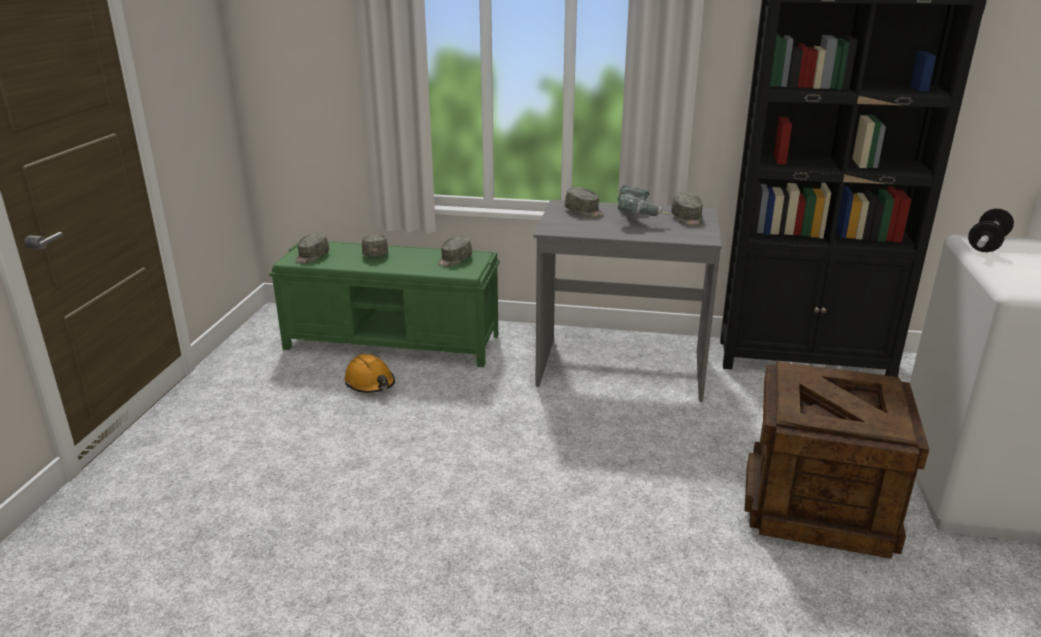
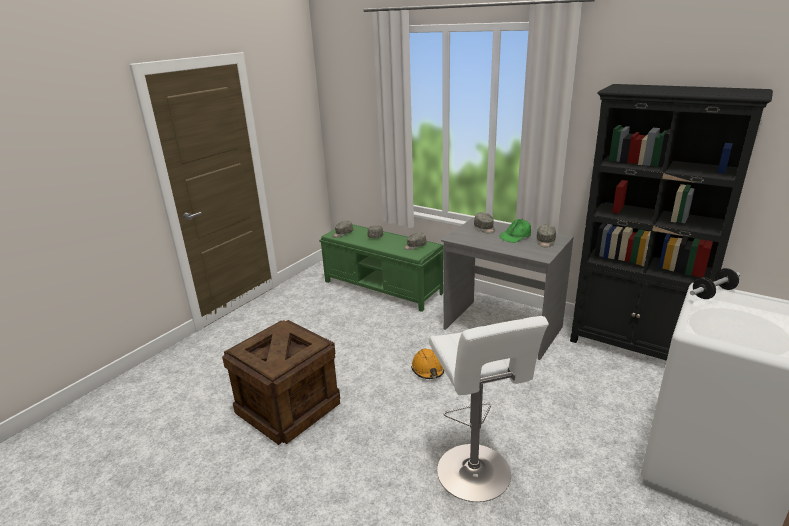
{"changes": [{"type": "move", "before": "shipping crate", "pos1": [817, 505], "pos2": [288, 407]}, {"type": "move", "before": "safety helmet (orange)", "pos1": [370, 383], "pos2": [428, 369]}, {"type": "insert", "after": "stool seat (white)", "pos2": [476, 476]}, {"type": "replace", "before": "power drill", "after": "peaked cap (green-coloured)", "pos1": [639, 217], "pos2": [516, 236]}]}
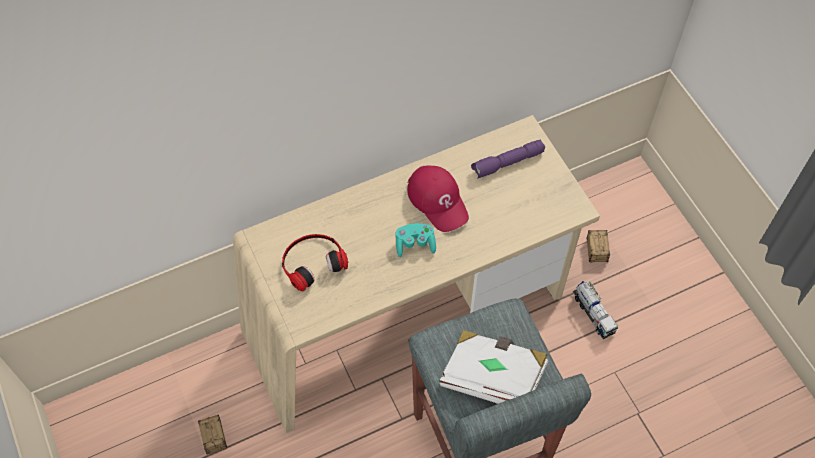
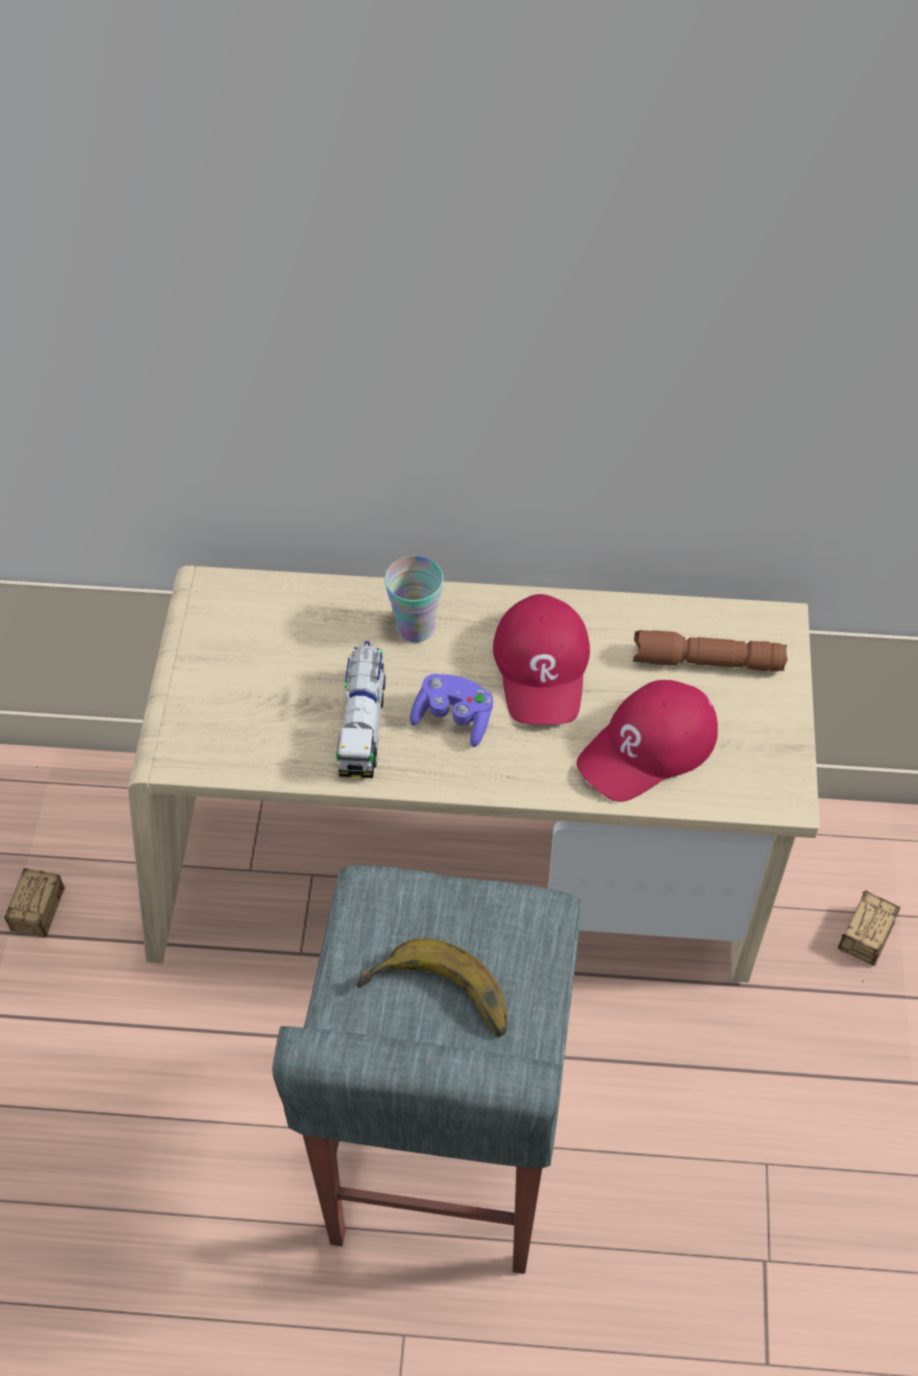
{"changes": [{"type": "move", "before": "toy truck", "pos1": [593, 314], "pos2": [363, 725]}, {"type": "replace", "before": "volume (white)", "after": "whole banana", "pos1": [492, 376], "pos2": [436, 1003]}, {"type": "insert", "after": "cup", "pos2": [415, 628]}, {"type": "recolor", "before": "joypad (blue-green)", "after": "joypad (purple)", "pos1": [415, 244], "pos2": [453, 718]}, {"type": "insert", "after": "peaked cap (reddish)", "pos2": [648, 747]}, {"type": "recolor", "before": "hand torch (purple)", "after": "hand torch (brown)", "pos1": [507, 163], "pos2": [706, 662]}, {"type": "delete", "before": "pair of headphones", "pos1": [312, 262]}]}
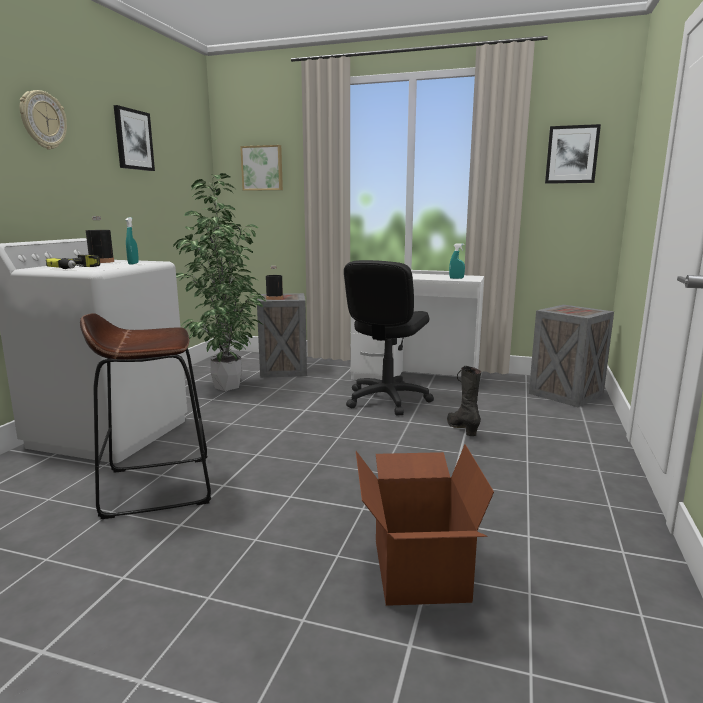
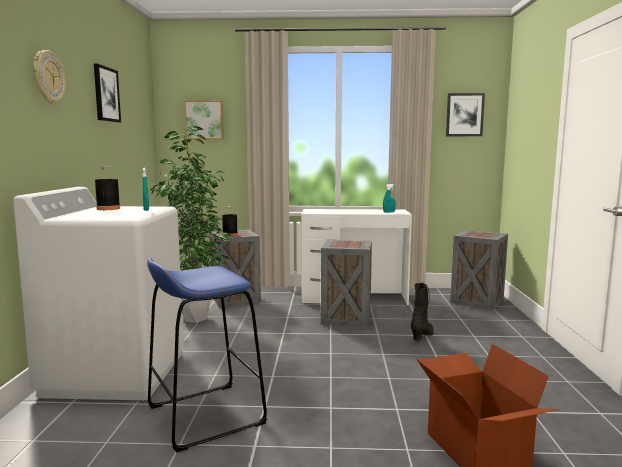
{"changes": [{"type": "recolor", "before": "stool seat (brown)", "after": "stool seat (blue)", "pos1": [158, 486], "pos2": [205, 415]}, {"type": "replace", "before": "desk chair (blackish)", "after": "shipping crate", "pos1": [386, 400], "pos2": [345, 318]}, {"type": "rotate", "before": "tall boot (blackish)", "pos1": [462, 429], "pos2": [423, 336], "turn": 60}, {"type": "delete", "before": "power drill", "pos1": [82, 268]}]}
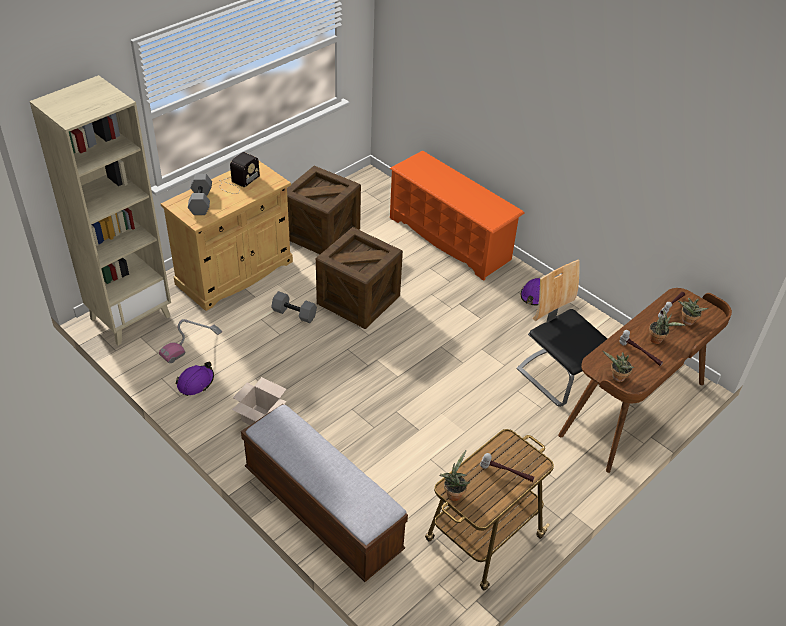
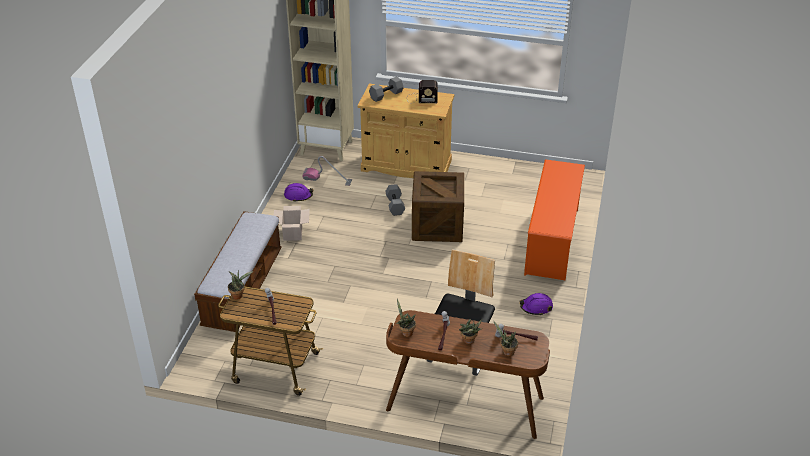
{"changes": [{"type": "delete", "before": "shipping crate", "pos1": [321, 233]}]}
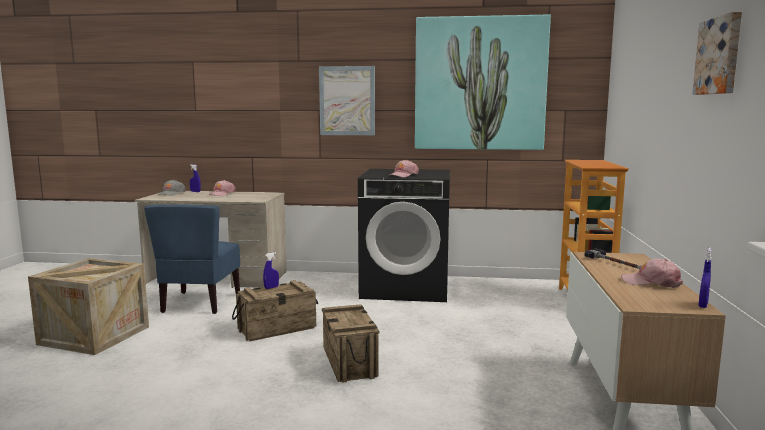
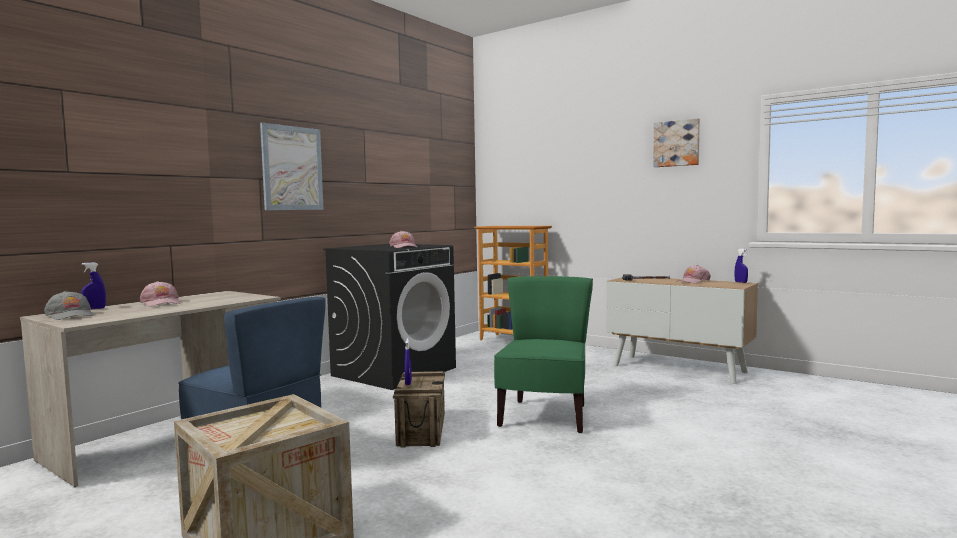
{"changes": [{"type": "replace", "before": "shipping crate", "after": "upright chair (green-coloured)", "pos1": [350, 362], "pos2": [545, 416]}, {"type": "delete", "before": "wall picture", "pos1": [480, 84]}]}
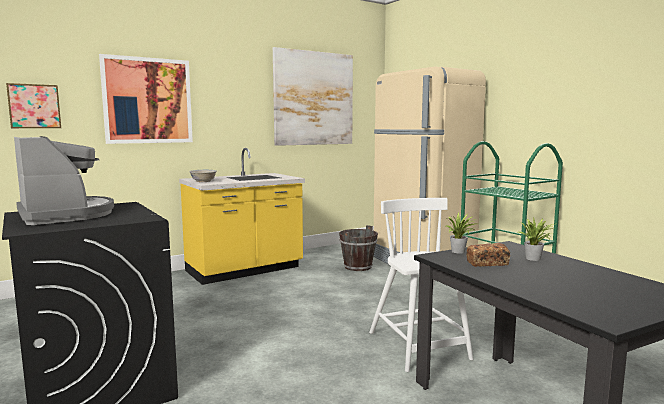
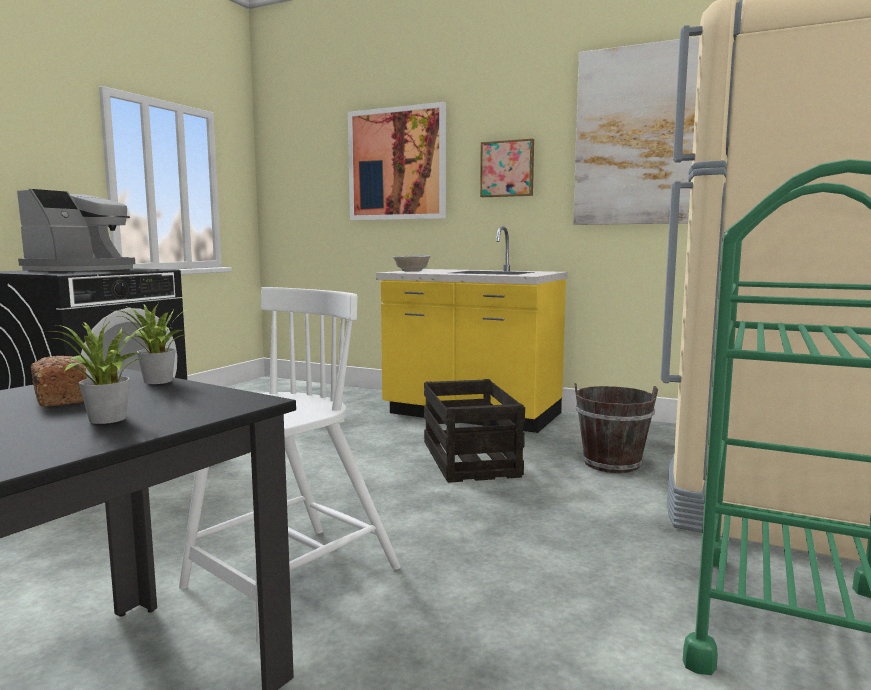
{"changes": [{"type": "insert", "after": "shipping crate", "pos2": [469, 458]}, {"type": "move", "before": "wall picture", "pos1": [34, 106], "pos2": [507, 169]}]}
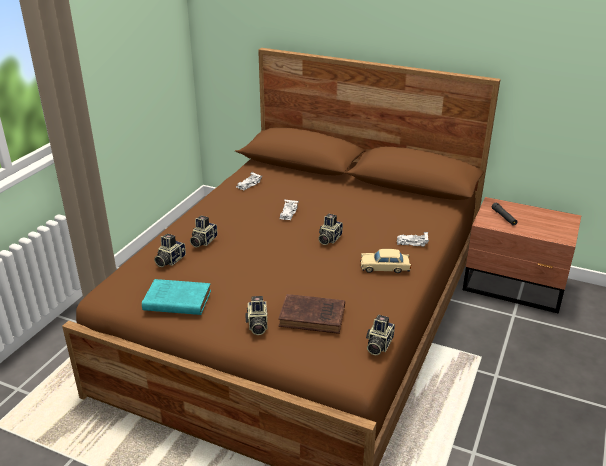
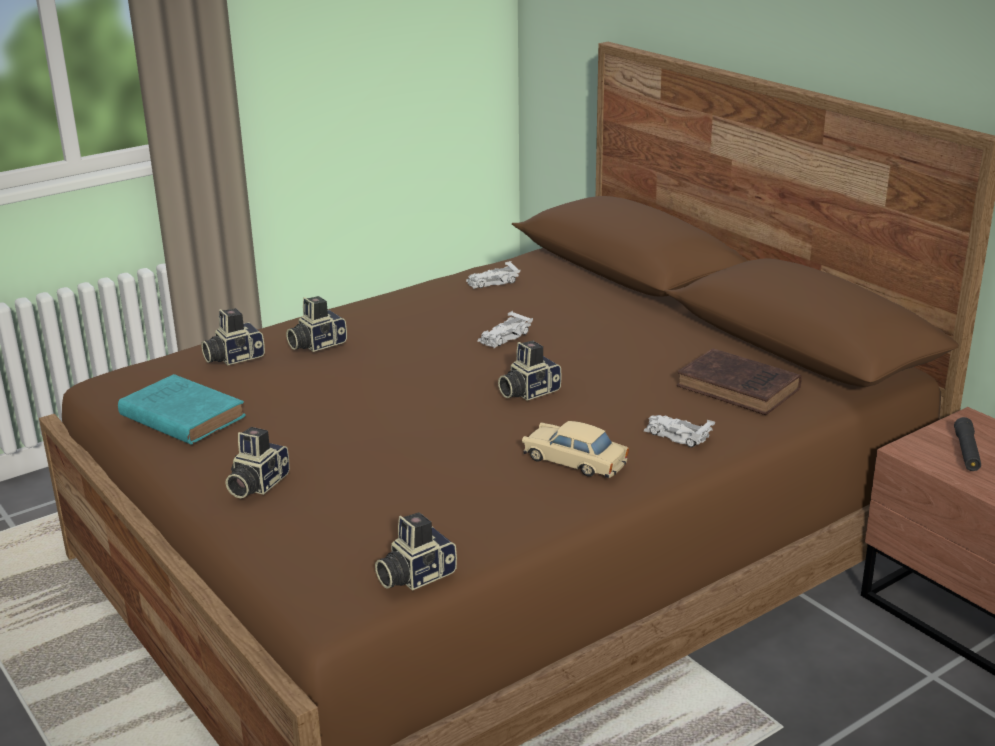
{"changes": [{"type": "move", "before": "volume (brown)", "pos1": [314, 317], "pos2": [741, 389]}]}
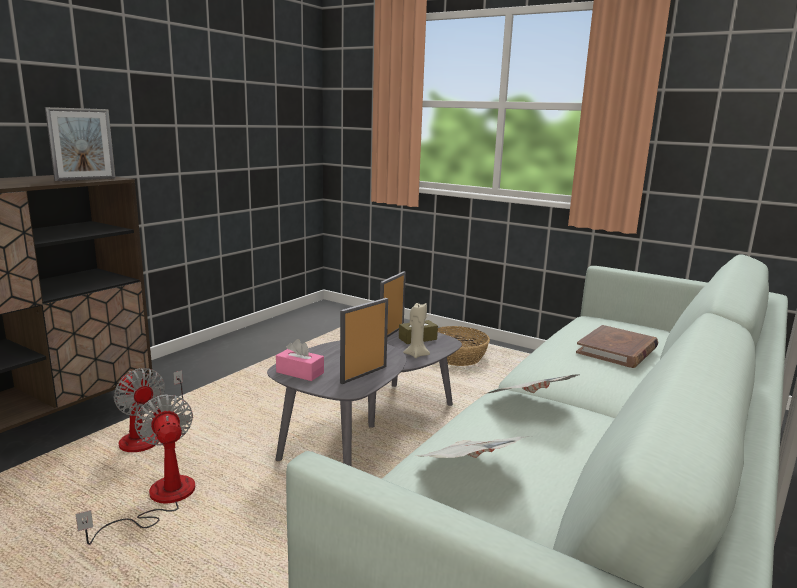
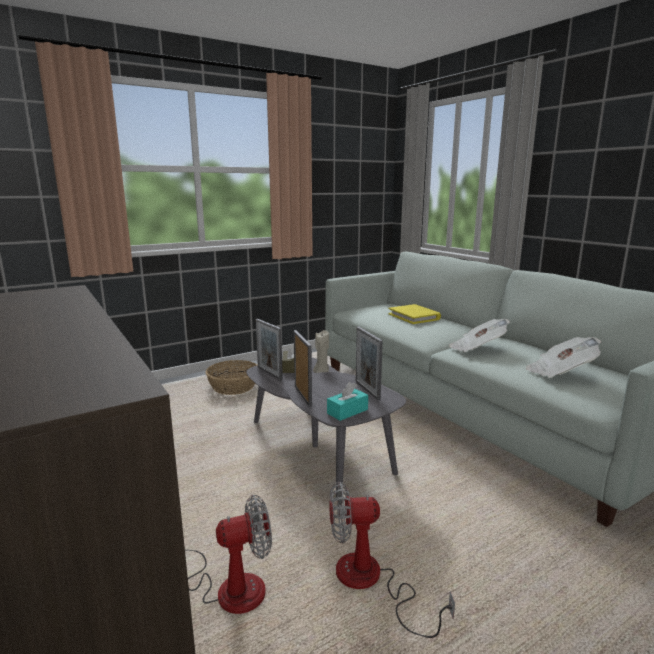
{"changes": [{"type": "move", "before": "standing frame", "pos1": [85, 179], "pos2": [303, 396]}, {"type": "recolor", "before": "tissue box (pink)", "after": "tissue box (blue-green)", "pos1": [300, 372], "pos2": [347, 411]}, {"type": "recolor", "before": "volume (brown)", "after": "volume (yellow)", "pos1": [617, 350], "pos2": [414, 316]}]}
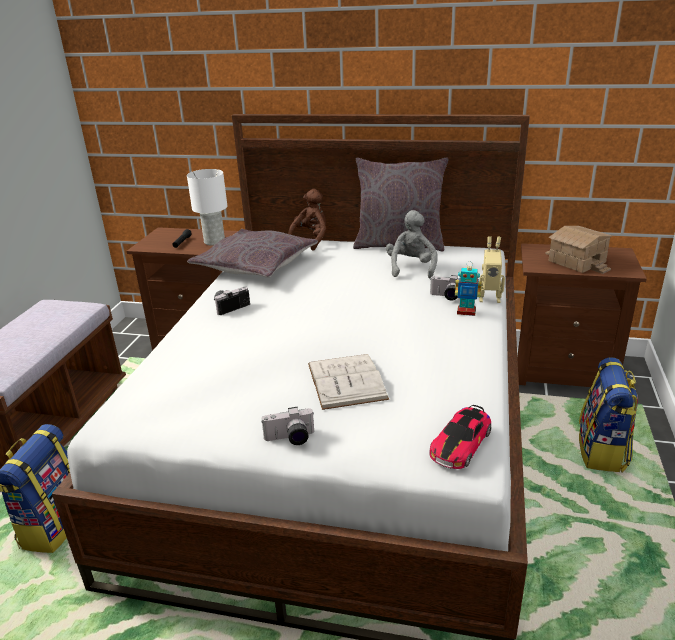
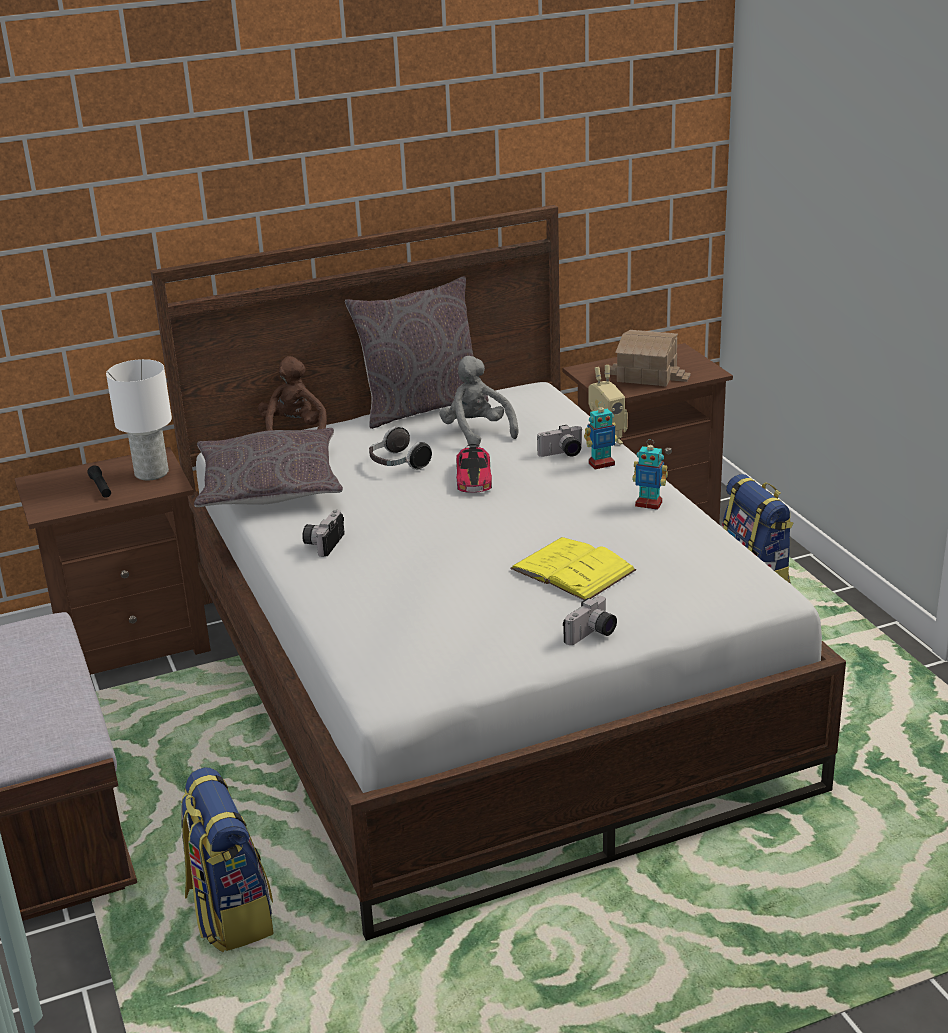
{"changes": [{"type": "insert", "after": "pair of headphones", "pos2": [397, 464]}, {"type": "move", "before": "miniature car", "pos1": [461, 444], "pos2": [474, 477]}, {"type": "recolor", "before": "volume (white)", "after": "volume (yellow)", "pos1": [346, 381], "pos2": [573, 569]}, {"type": "insert", "after": "model robot", "pos2": [649, 504]}]}
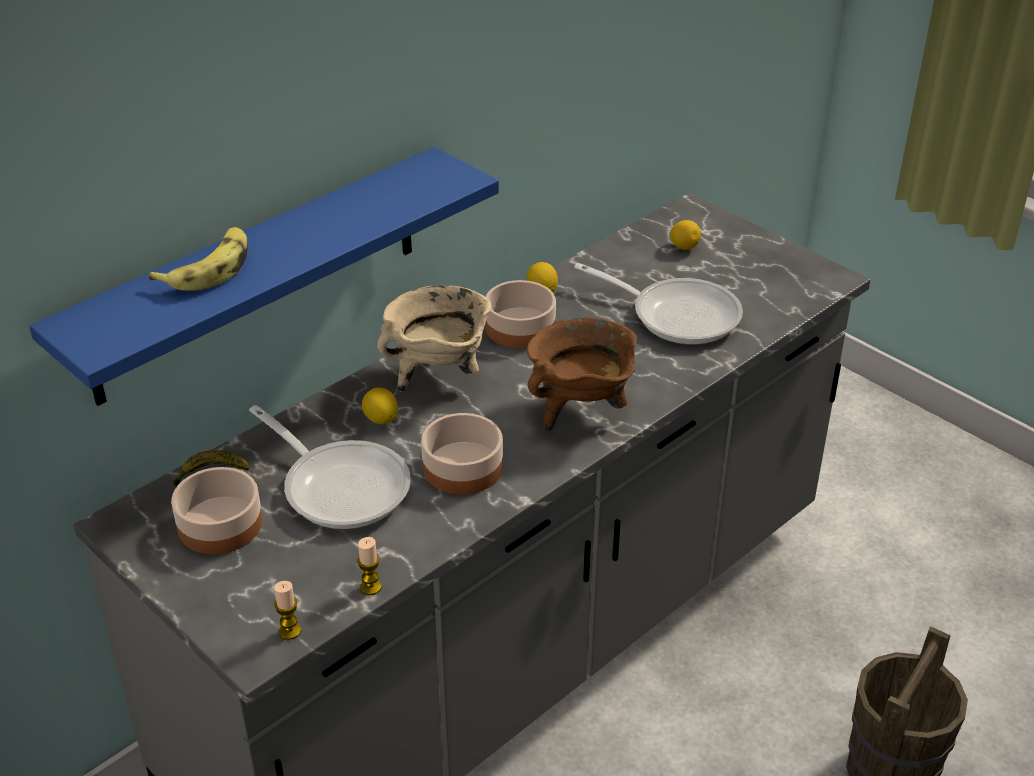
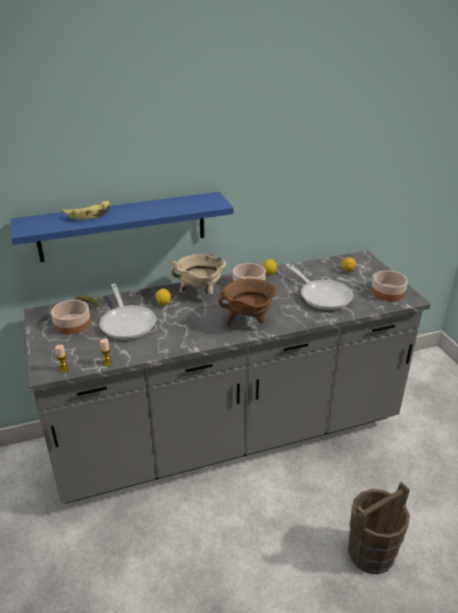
{"changes": [{"type": "move", "before": "deep dish", "pos1": [462, 468], "pos2": [387, 292]}]}
